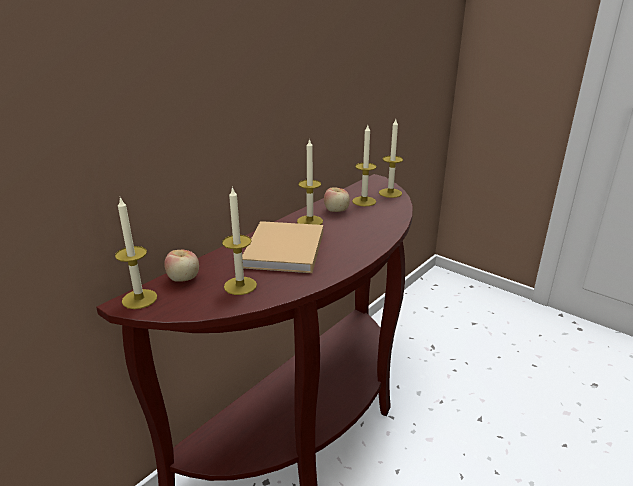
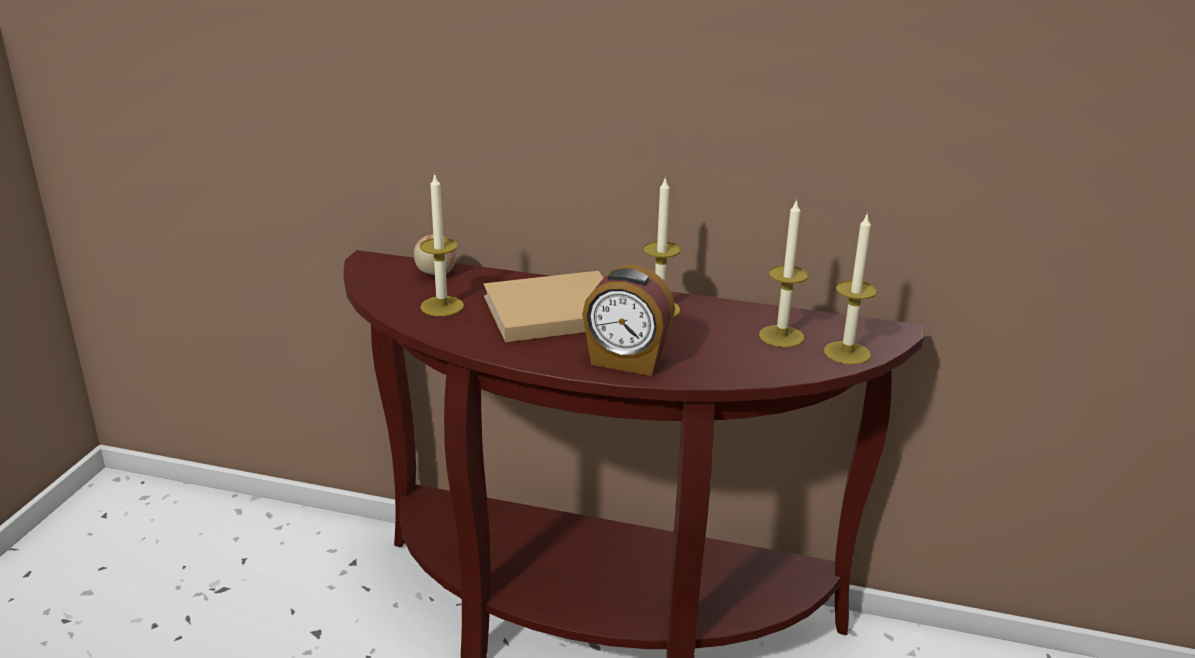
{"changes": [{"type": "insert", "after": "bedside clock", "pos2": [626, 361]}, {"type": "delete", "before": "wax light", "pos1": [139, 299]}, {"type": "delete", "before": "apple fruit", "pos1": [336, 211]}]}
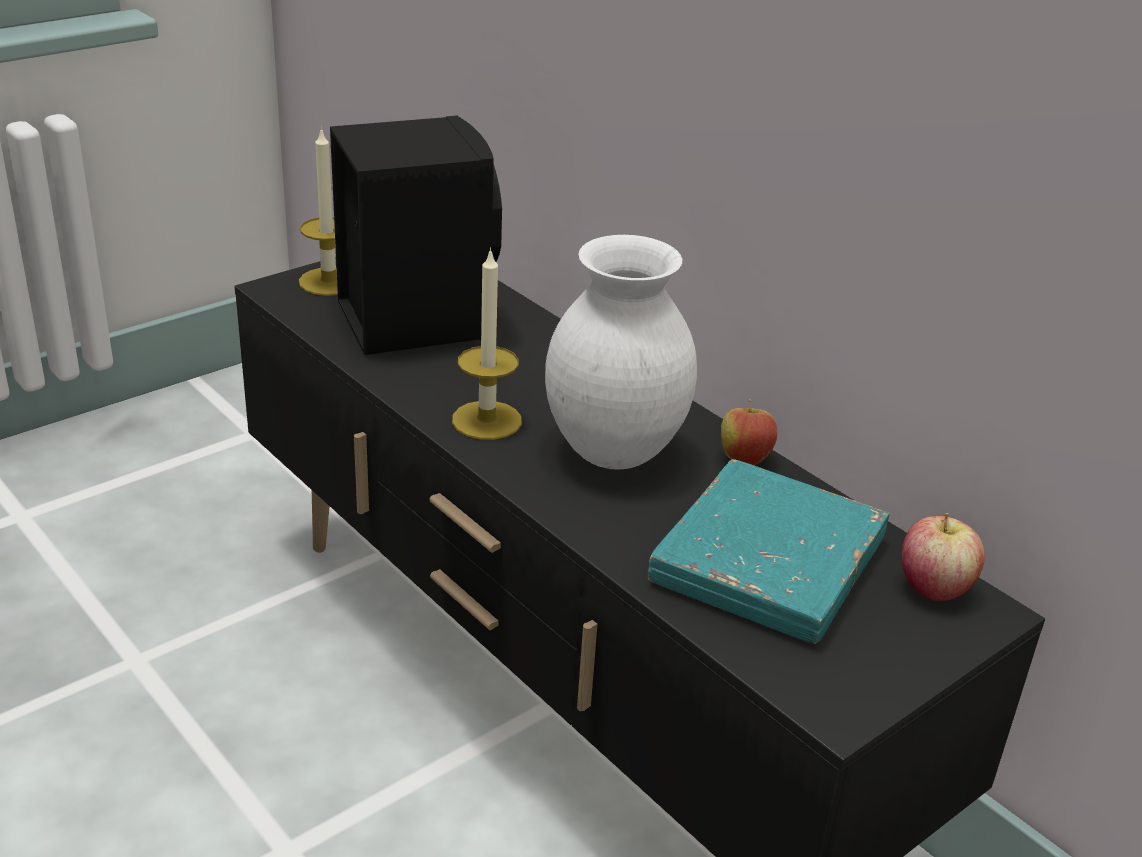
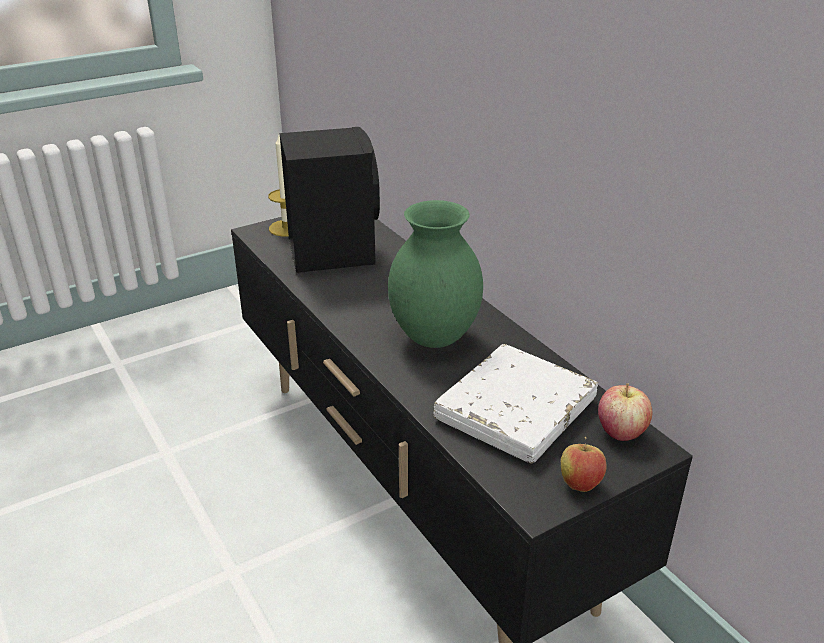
{"changes": [{"type": "recolor", "before": "flower vase (white)", "after": "flower vase (green-coloured)", "pos1": [613, 452], "pos2": [434, 337]}, {"type": "recolor", "before": "volume (blue-green)", "after": "volume (white)", "pos1": [768, 561], "pos2": [515, 409]}, {"type": "move", "before": "apple fruit", "pos1": [744, 459], "pos2": [580, 483]}, {"type": "delete", "before": "wax light", "pos1": [486, 420]}]}
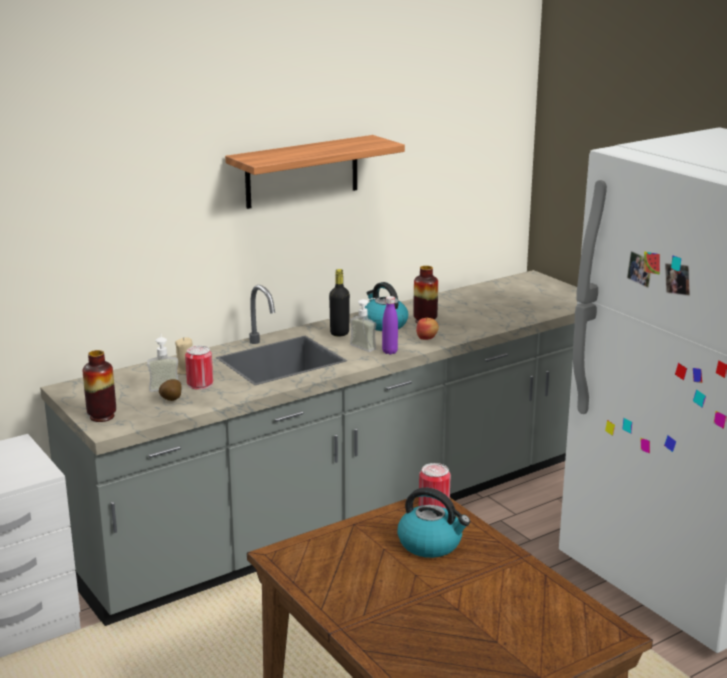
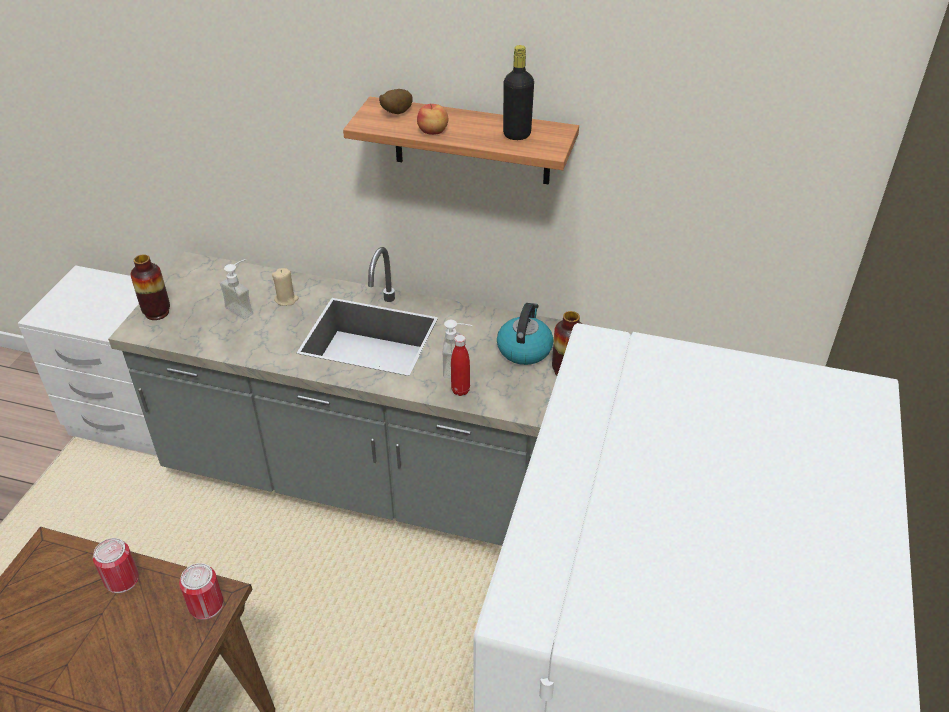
{"changes": [{"type": "move", "before": "metal can", "pos1": [200, 384], "pos2": [122, 579]}, {"type": "move", "before": "potato", "pos1": [170, 401], "pos2": [395, 113]}, {"type": "move", "before": "apple fruit", "pos1": [427, 338], "pos2": [433, 131]}, {"type": "recolor", "before": "bottle (purple)", "after": "bottle (reddish)", "pos1": [389, 352], "pos2": [460, 390]}, {"type": "move", "before": "bottle (blackish)", "pos1": [339, 333], "pos2": [517, 135]}, {"type": "delete", "before": "tea kettle", "pos1": [431, 544]}]}
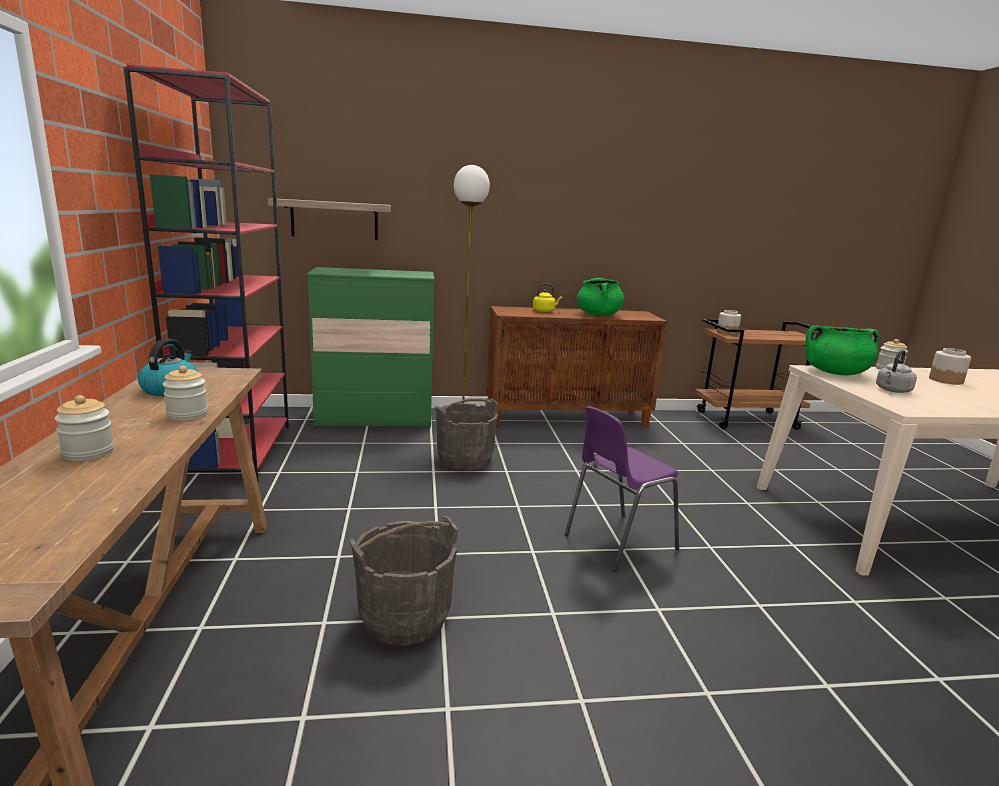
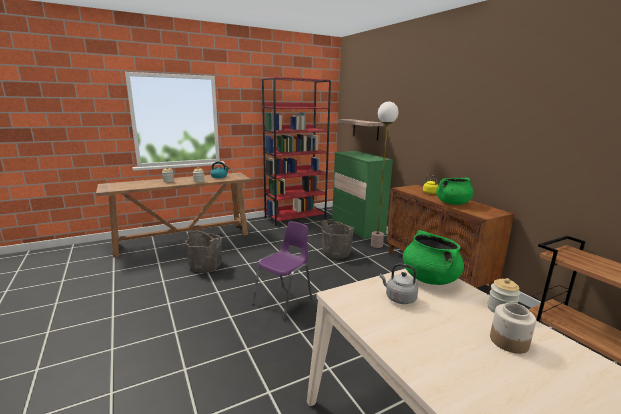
{"changes": [{"type": "rotate", "before": "upright chair (purple)", "pos1": [617, 542], "pos2": [284, 301], "turn": 90}, {"type": "delete", "before": "storage jar", "pos1": [727, 333]}]}
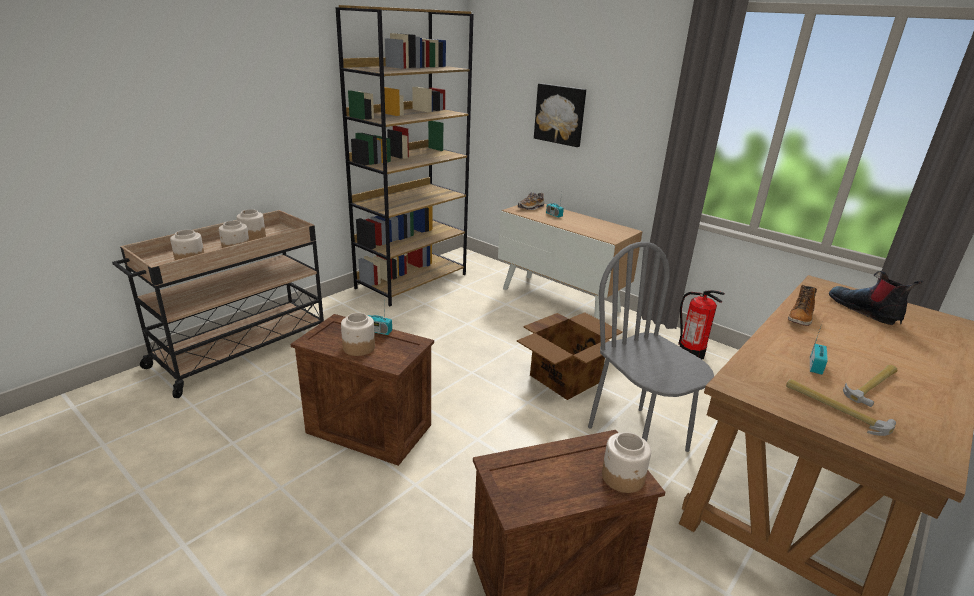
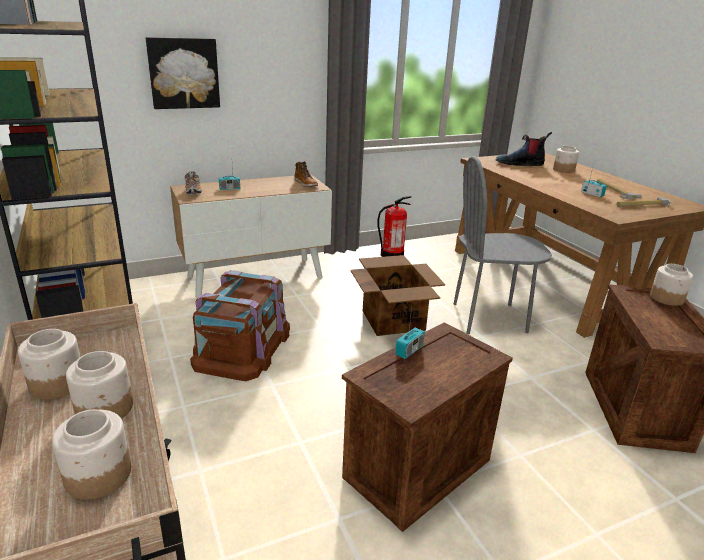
{"changes": [{"type": "insert", "after": "storage box (brown)", "pos2": [242, 346]}, {"type": "move", "before": "tall boot", "pos1": [800, 317], "pos2": [306, 184]}, {"type": "move", "before": "storage jar", "pos1": [358, 347], "pos2": [563, 170]}]}
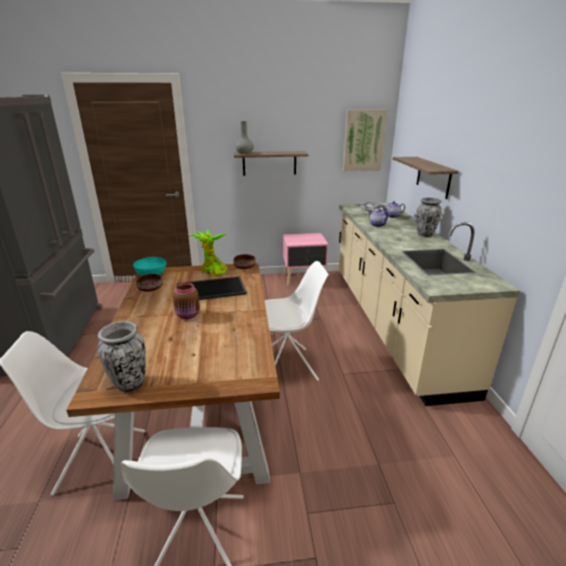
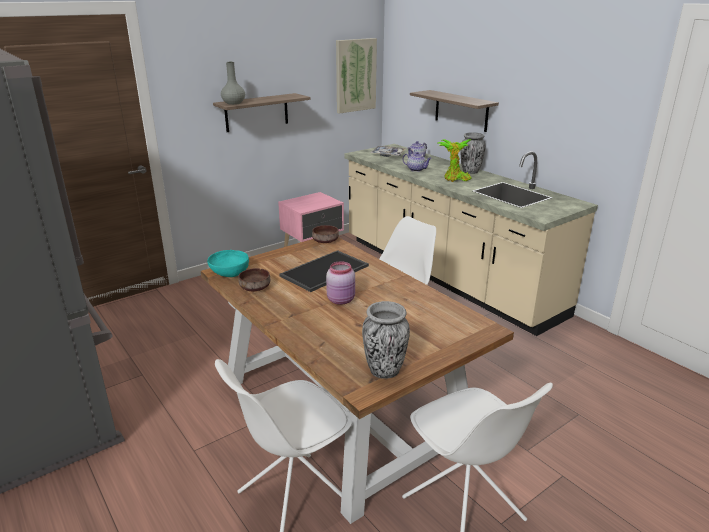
{"changes": [{"type": "recolor", "before": "storage jar (brown)", "after": "storage jar (pink)", "pos1": [188, 315], "pos2": [342, 300]}, {"type": "move", "before": "houseplant", "pos1": [212, 270], "pos2": [455, 179]}]}
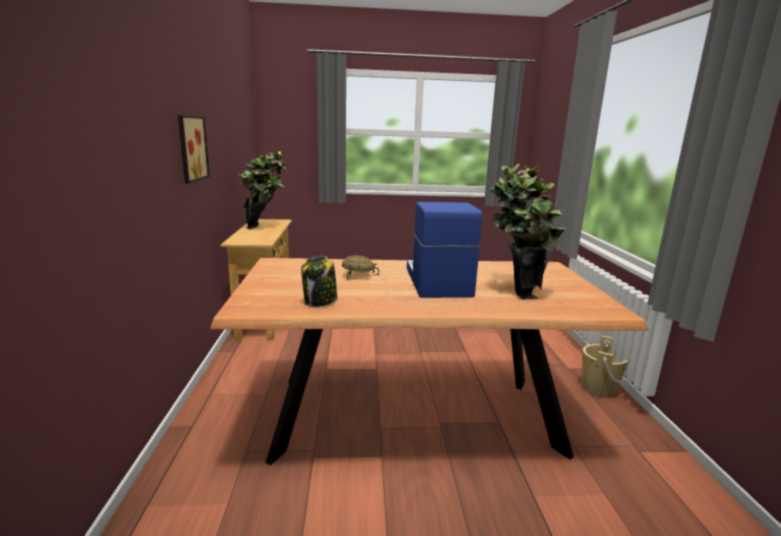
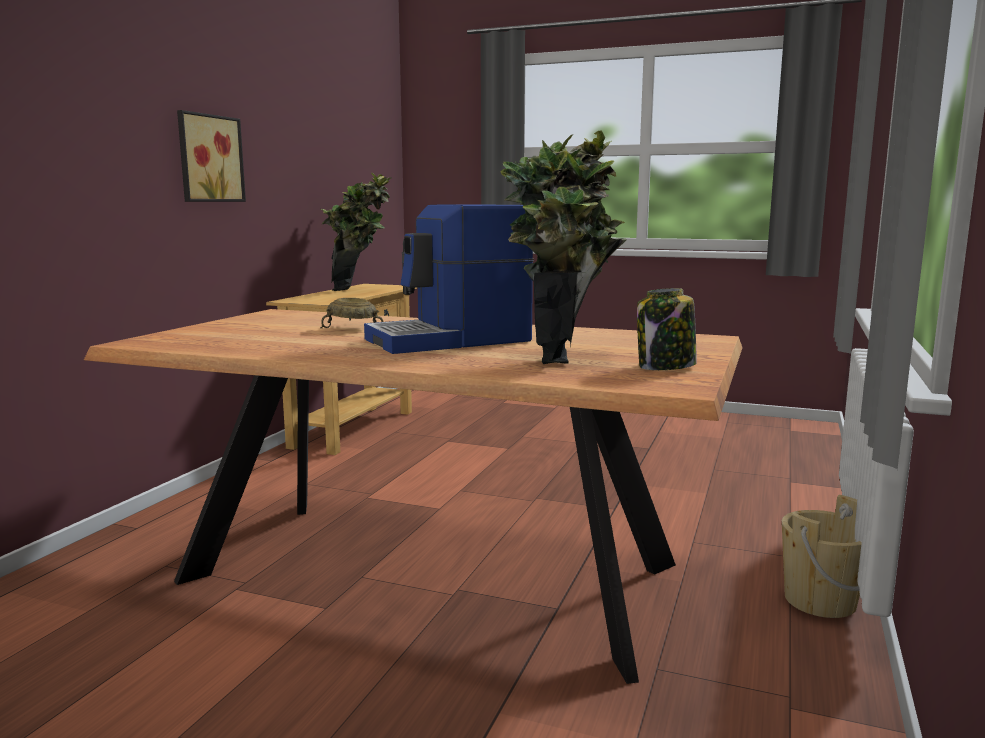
{"changes": [{"type": "rotate", "before": "coffee machine", "pos1": [436, 282], "pos2": [450, 340], "turn": -135}, {"type": "move", "before": "storage jar", "pos1": [320, 302], "pos2": [665, 367]}]}
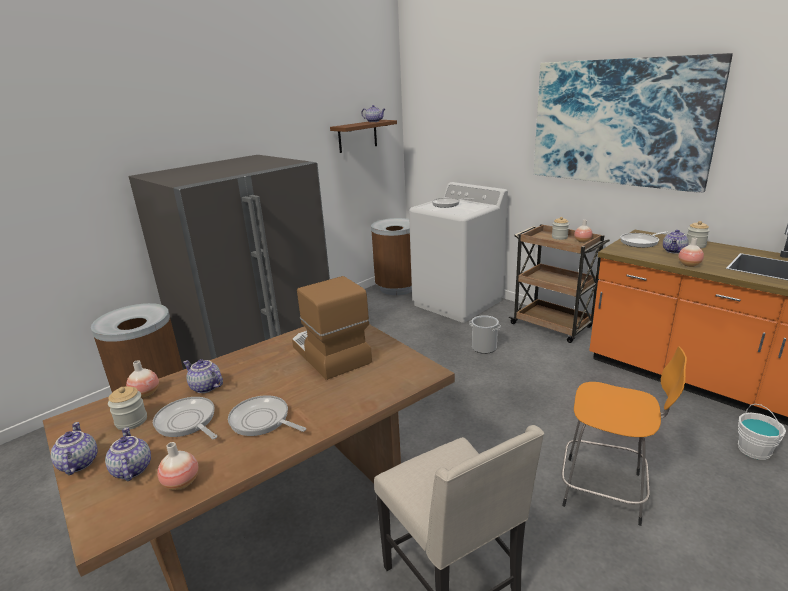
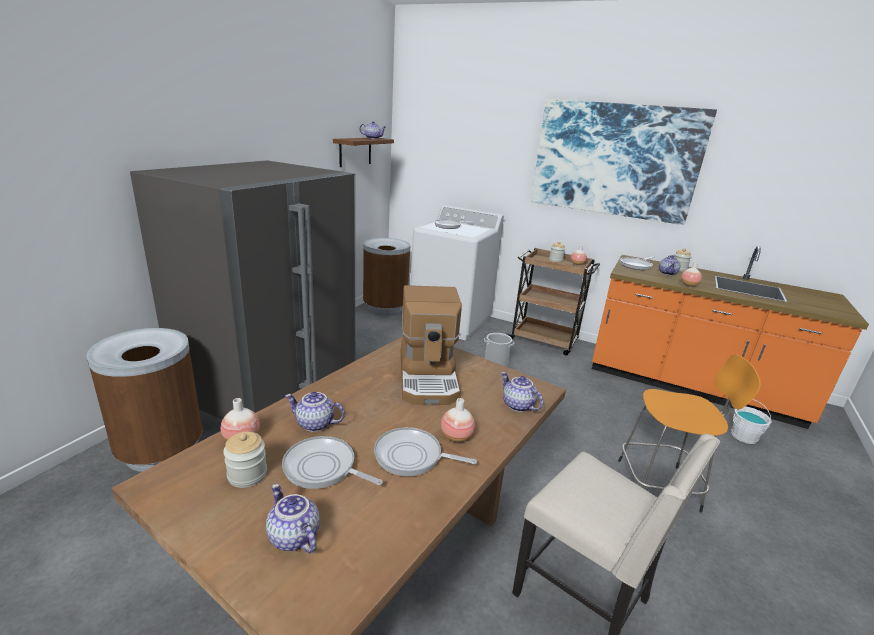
{"changes": [{"type": "rotate", "before": "coffee machine", "pos1": [329, 354], "pos2": [429, 377], "turn": -135}, {"type": "move", "before": "flower vase", "pos1": [181, 483], "pos2": [456, 436]}, {"type": "move", "before": "pot for tea", "pos1": [78, 463], "pos2": [517, 405]}]}
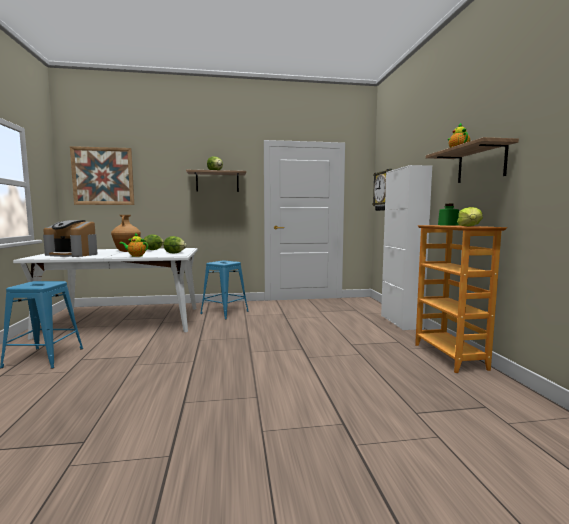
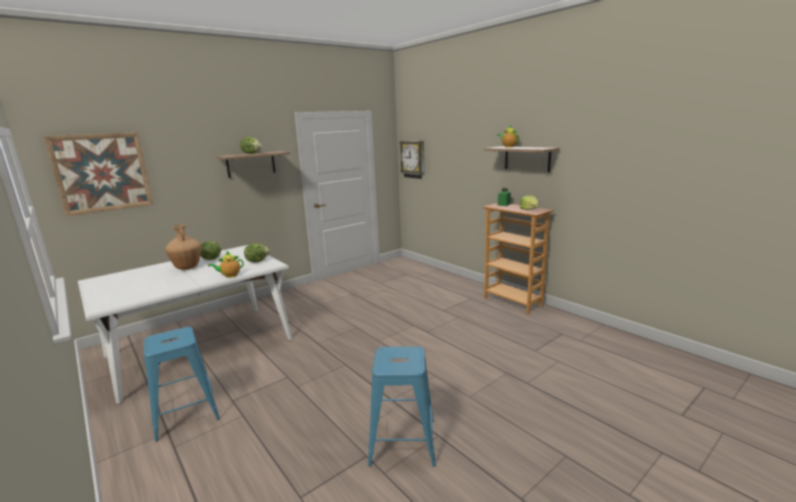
{"changes": [{"type": "move", "before": "stool seat (blue)", "pos1": [225, 312], "pos2": [403, 441]}, {"type": "delete", "before": "coffee machine", "pos1": [73, 254]}, {"type": "delete", "before": "cupboard (white)", "pos1": [401, 322]}]}
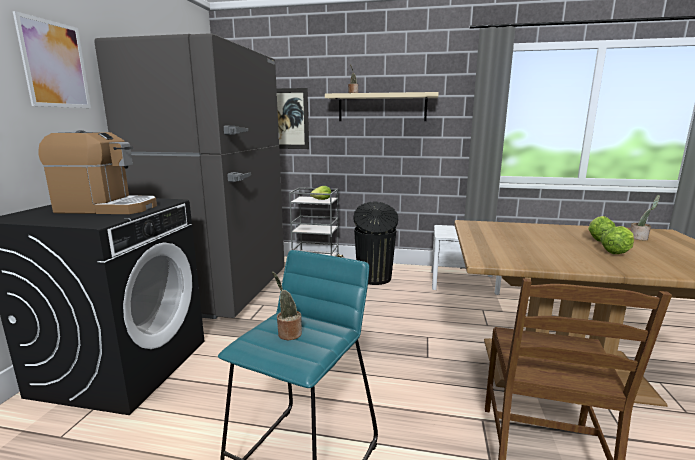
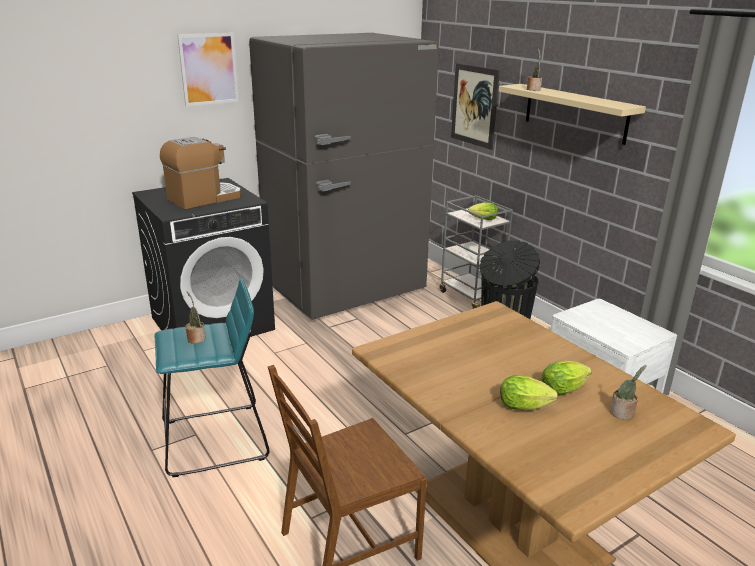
{"changes": [{"type": "rotate", "before": "coffee machine", "pos1": [107, 208], "pos2": [204, 199], "turn": -90}]}
